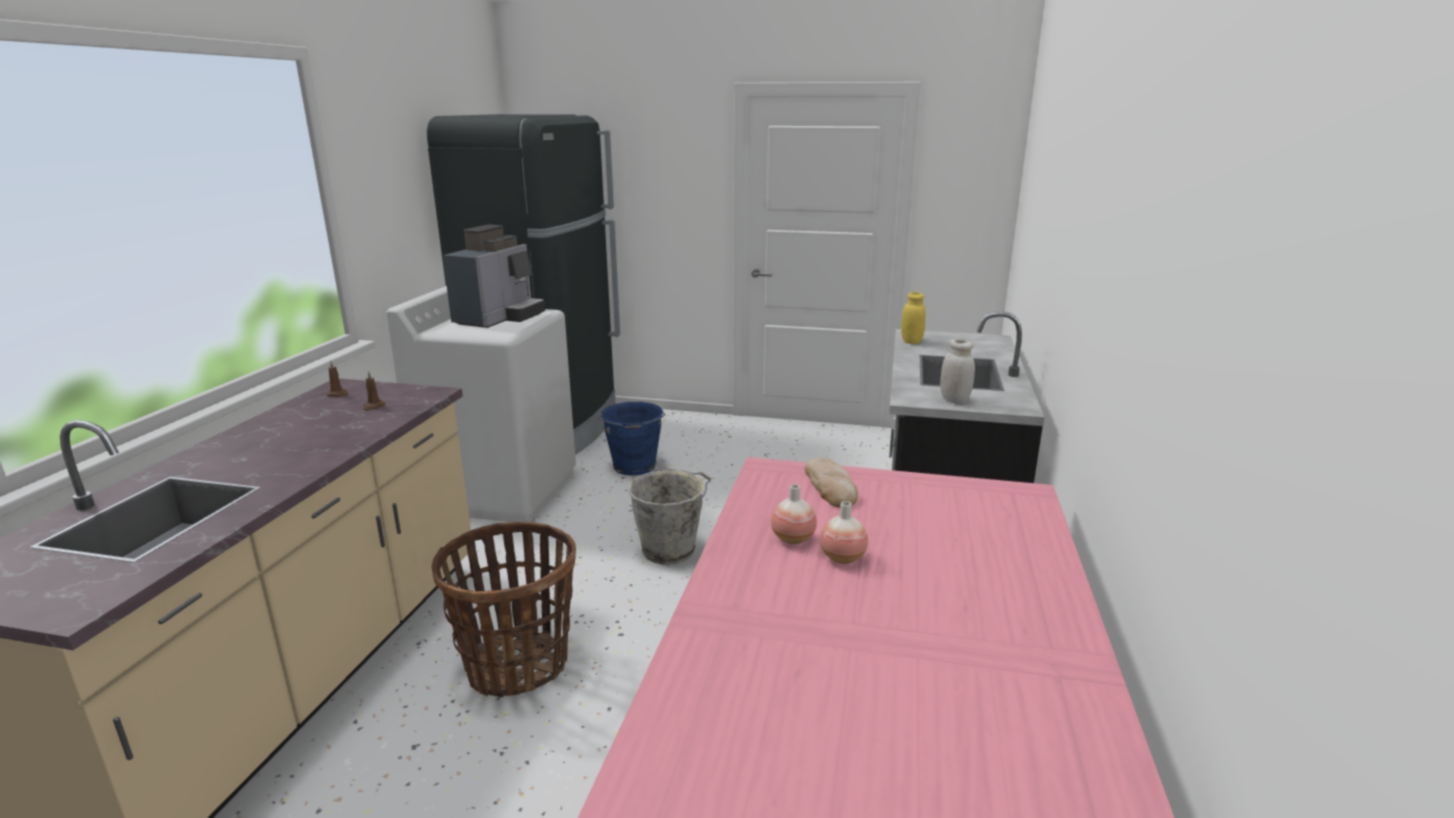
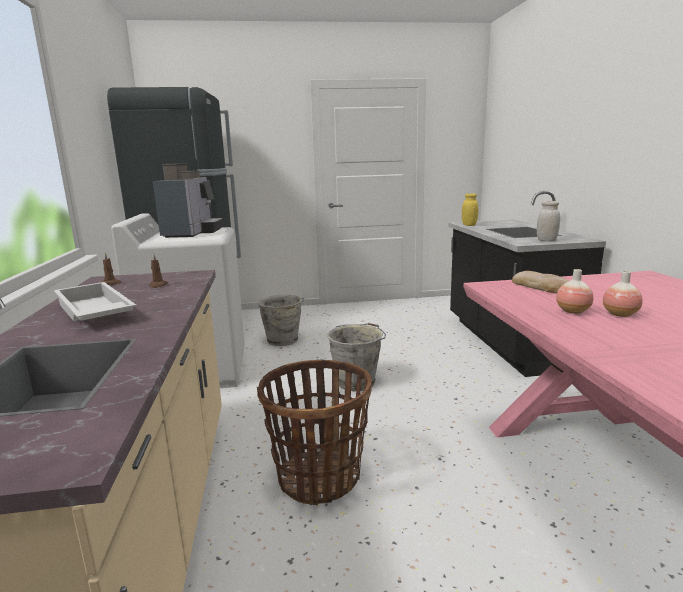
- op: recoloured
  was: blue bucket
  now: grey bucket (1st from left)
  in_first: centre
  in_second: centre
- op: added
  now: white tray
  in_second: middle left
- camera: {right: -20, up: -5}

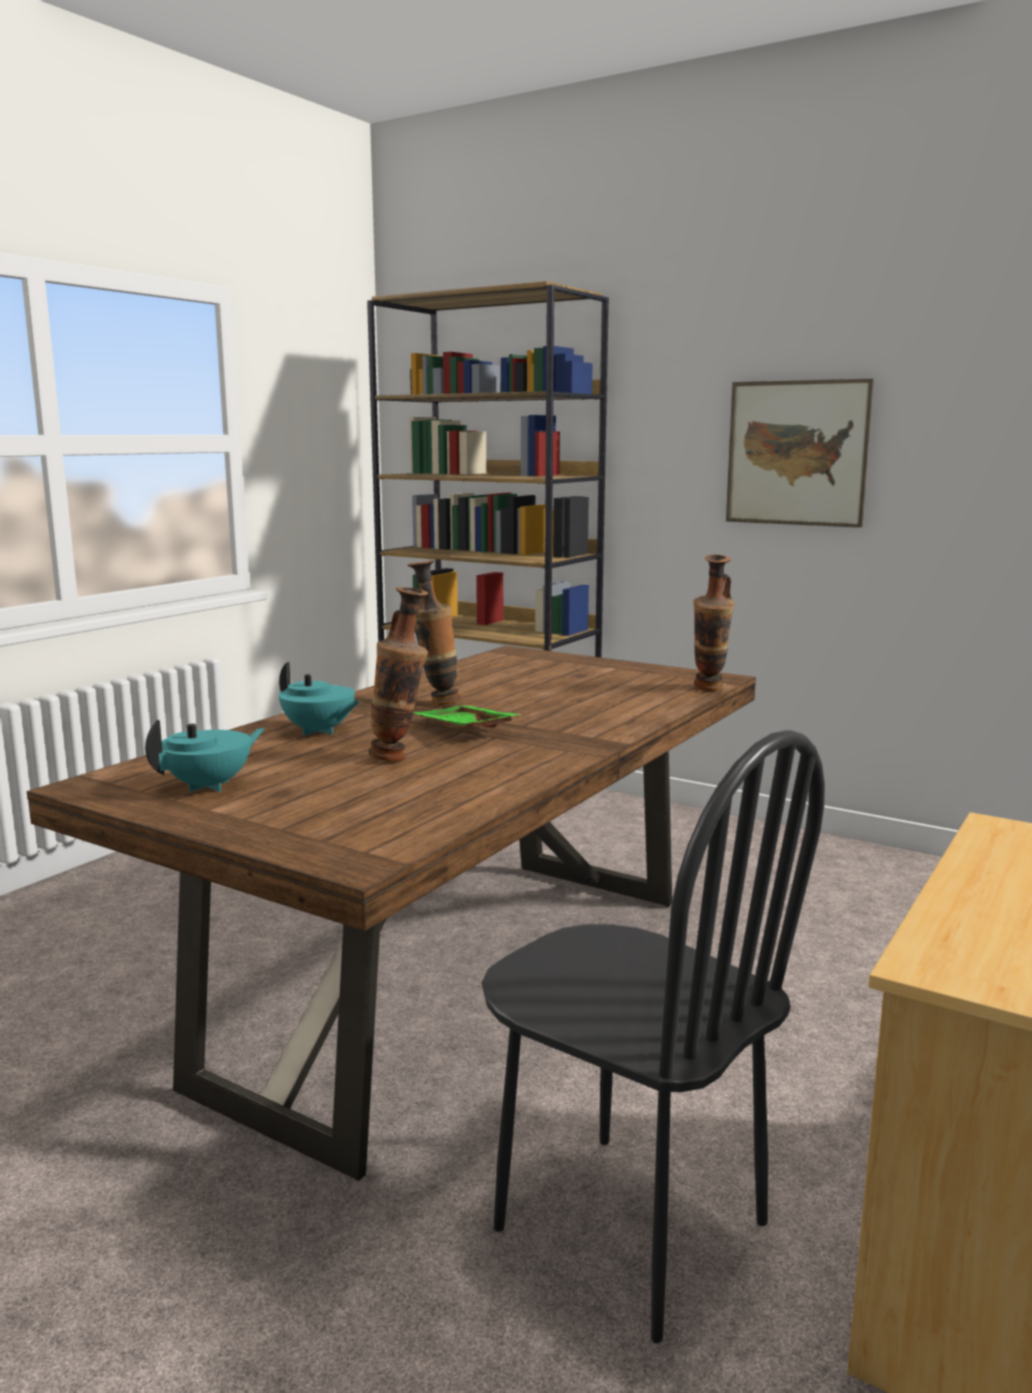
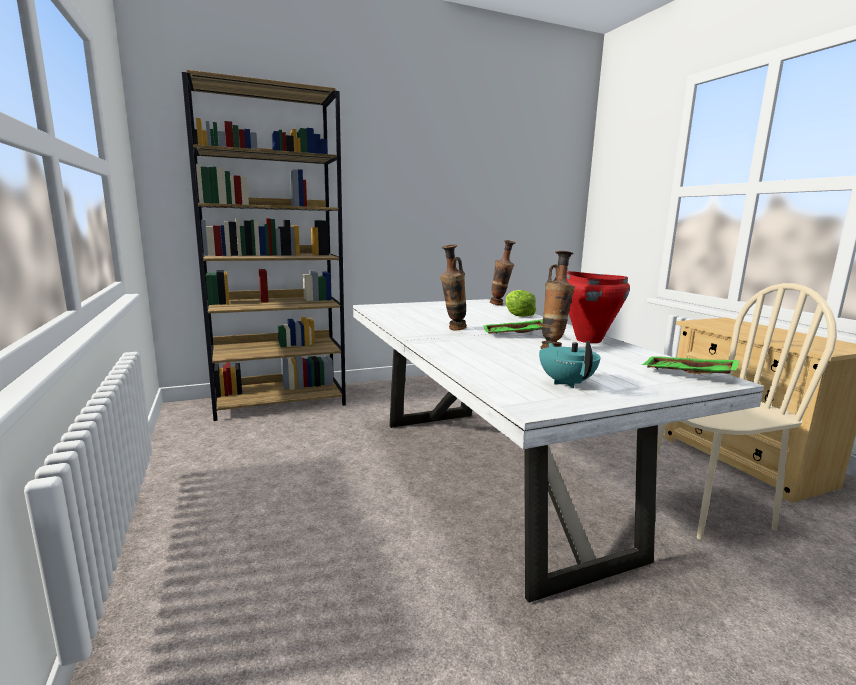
- op: recoloured
  was: brown dining table
  now: white dining table
  in_first: centre
  in_second: centre
- op: removed
  was: turquoise teapot (2nd from left)
  in_first: middle left
- op: recoloured
  was: black chair
  now: beige chair
  in_first: bottom centre
  in_second: middle right
- op: removed
  was: picture
  in_first: top right
- op: added
  now: lettuce
  in_second: centre
- op: added
  now: red cooking pot
  in_second: middle right
- op: added
  now: green tray (2nd from left)
  in_second: middle right
- camera: {right: -55, up: 0}

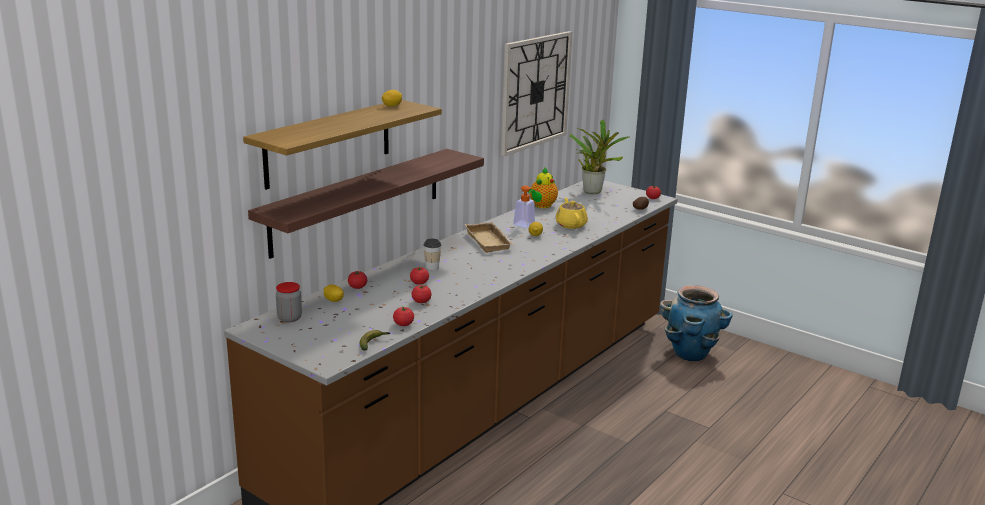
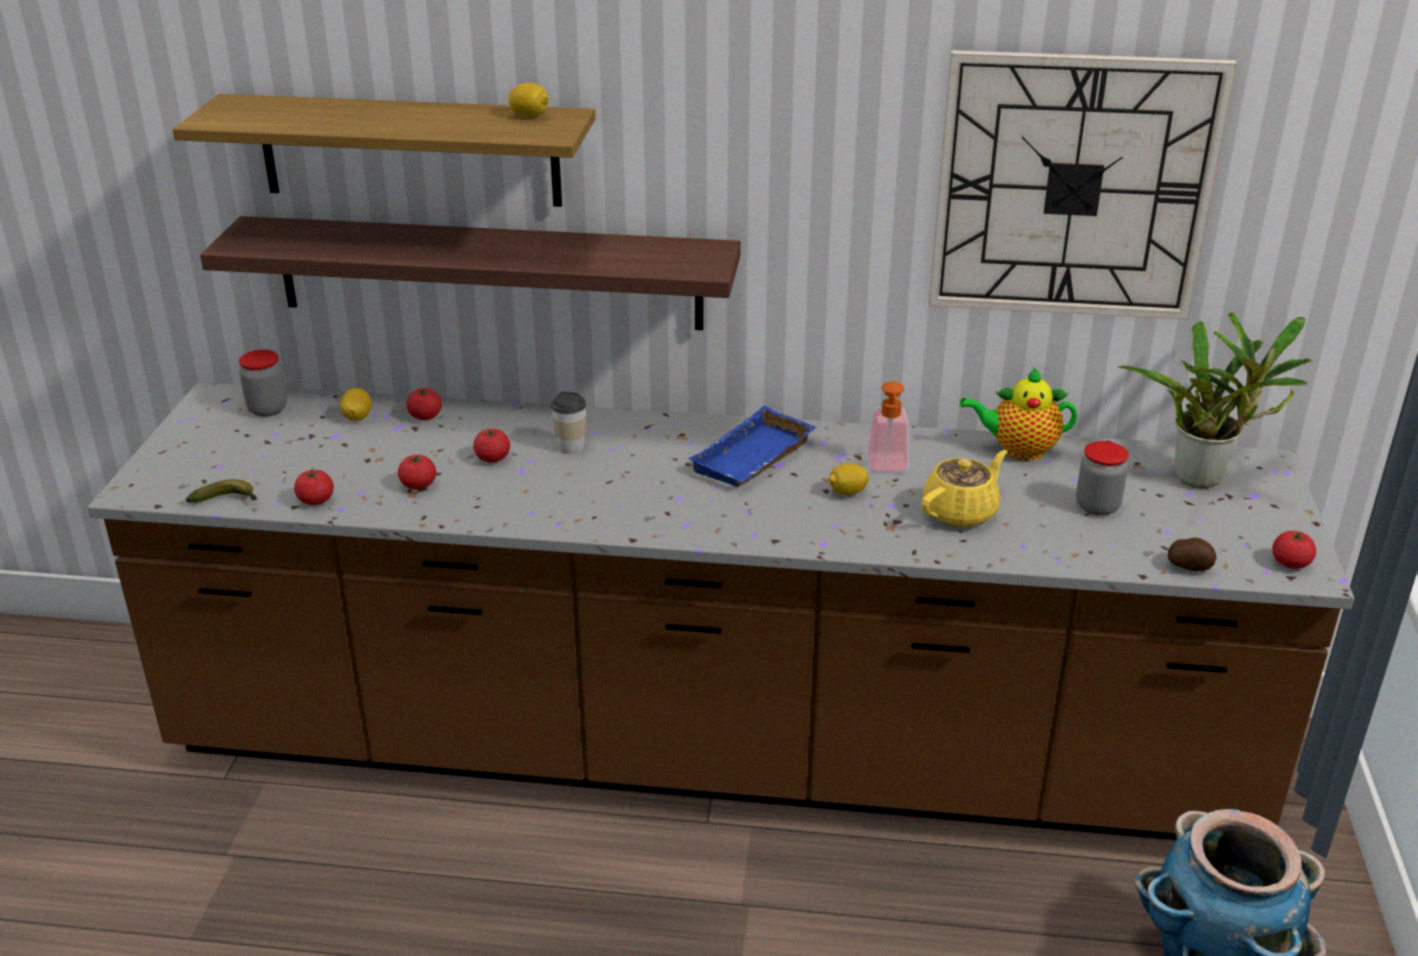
- op: recoloured
  was: beige tray
  now: blue tray
  in_first: centre
  in_second: centre
- op: added
  now: jar (2nd from left)
  in_second: middle right
- camera: {right: 60, up: 10}

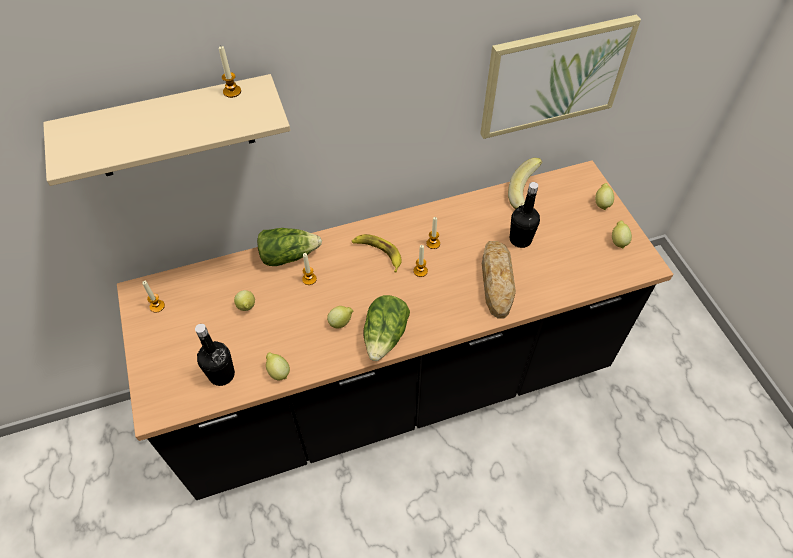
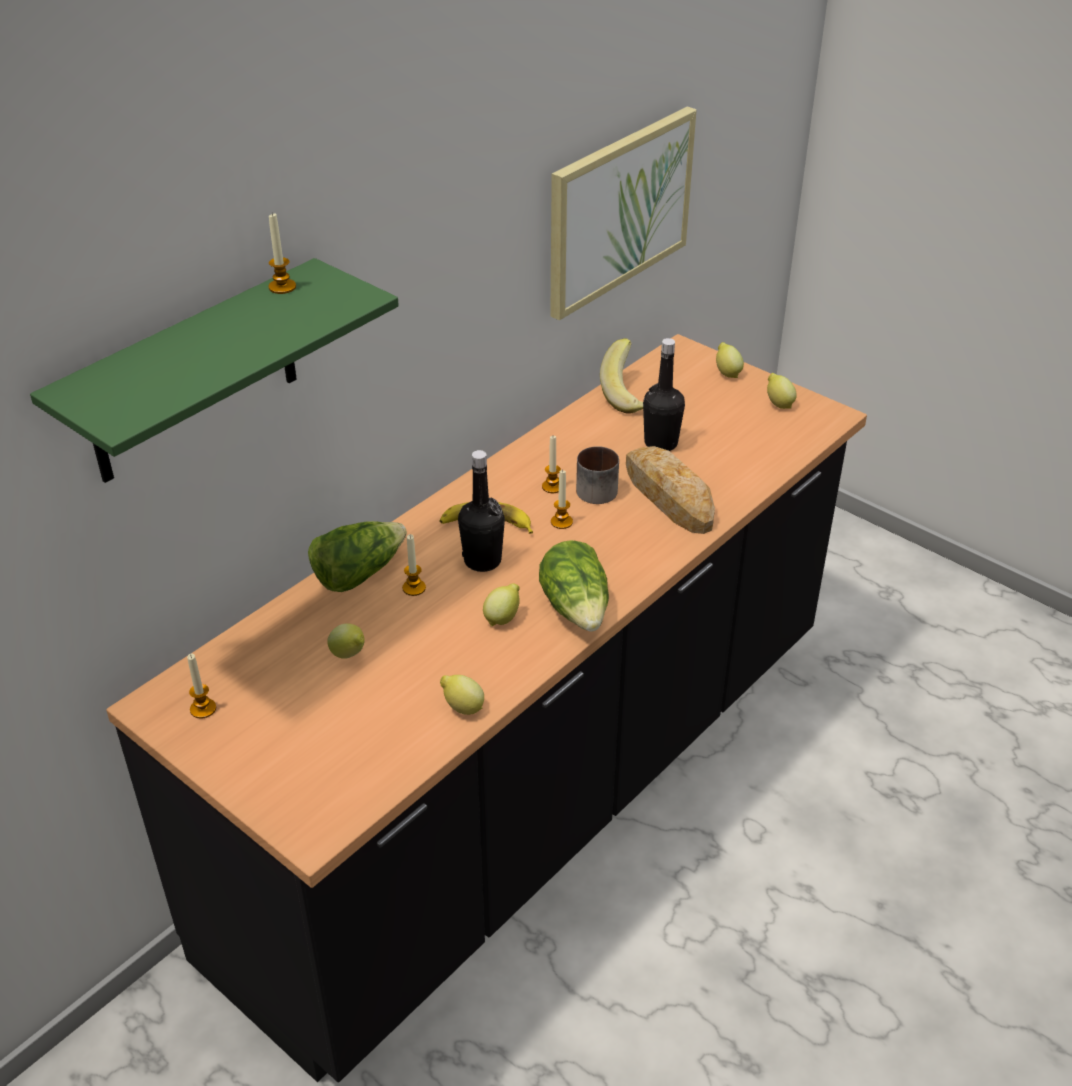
- op: recoloured
  was: beige shelf
  now: green shelf
  in_first: top left
  in_second: middle left
- op: moved
  was: black bottle (1st from left)
  in_first: middle left
  in_second: centre
- op: added
  now: mug
  in_second: centre
- camera: {right: -30, up: -15}

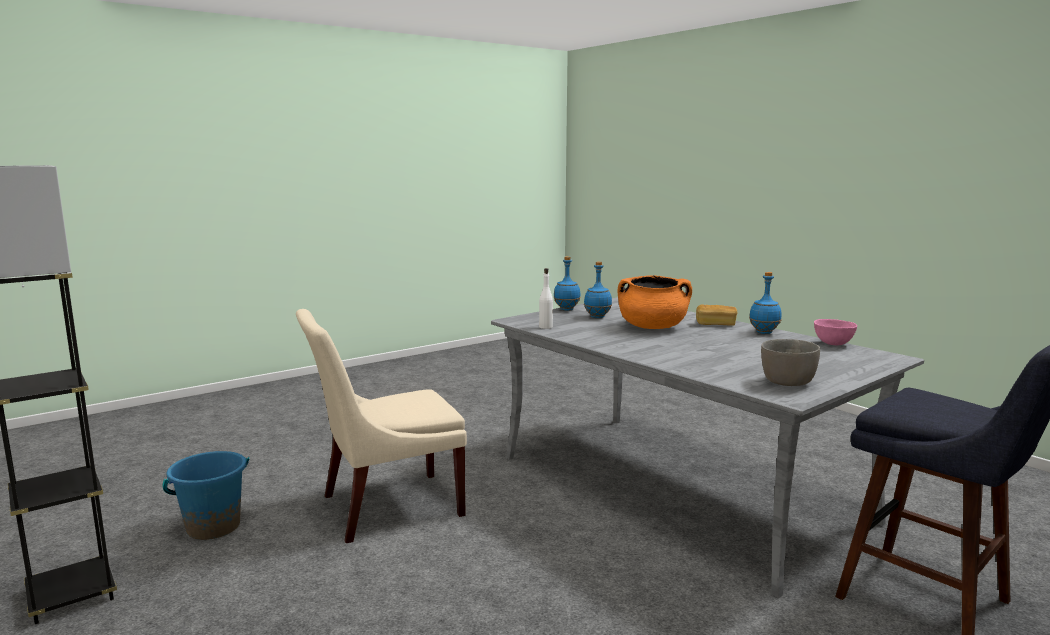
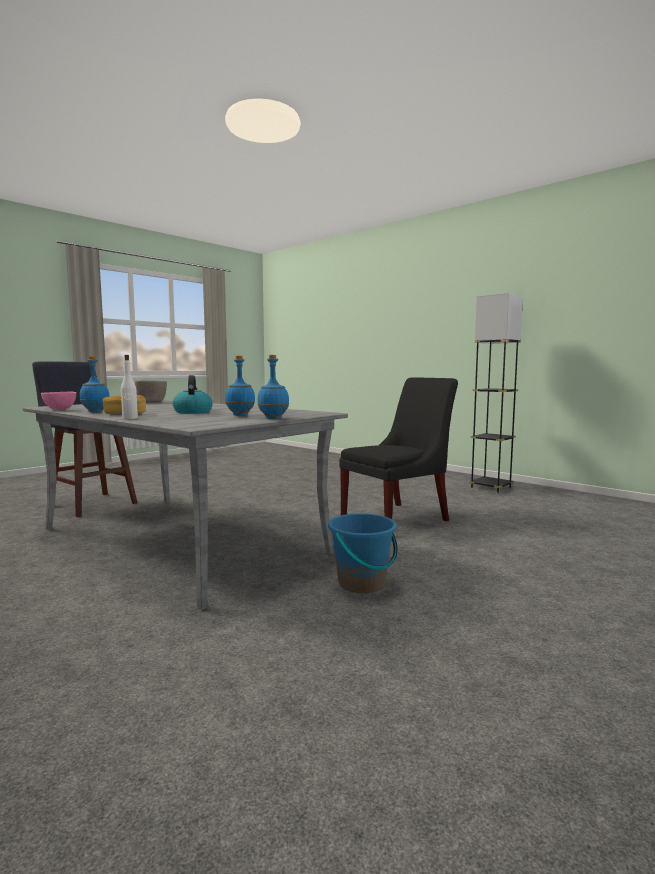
- op: moved
  was: blue bucket
  in_first: bottom left
  in_second: centre
- op: recoloured
  was: beige chair
  now: black chair
  in_first: bottom centre
  in_second: centre
- op: moved
  was: white bottle
  in_first: centre
  in_second: middle left
- op: replaced
  was: orange cooking pot
  now: kettle
  in_first: centre
  in_second: middle left
- camera: {right: 170, up: -5}

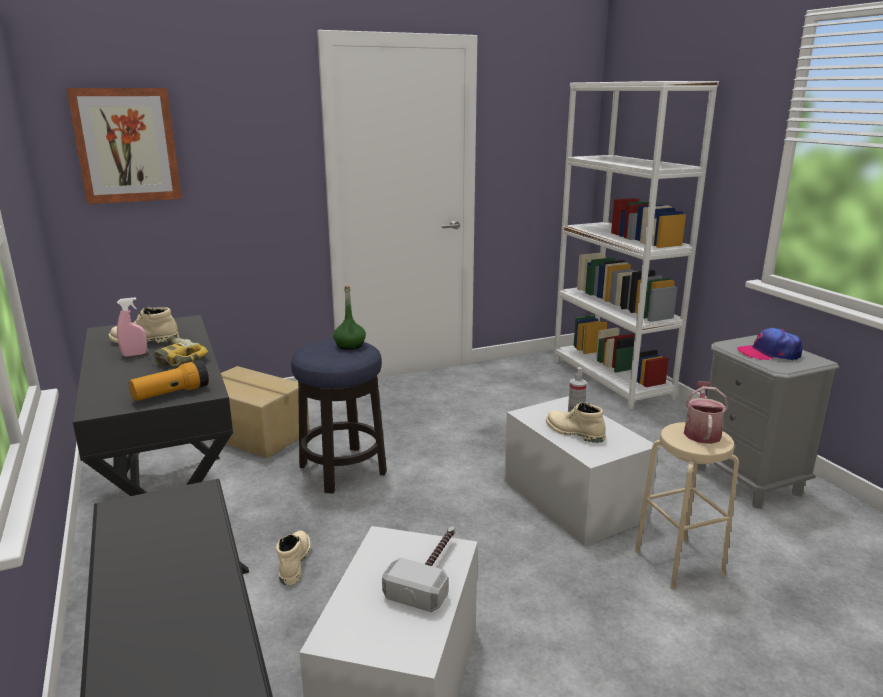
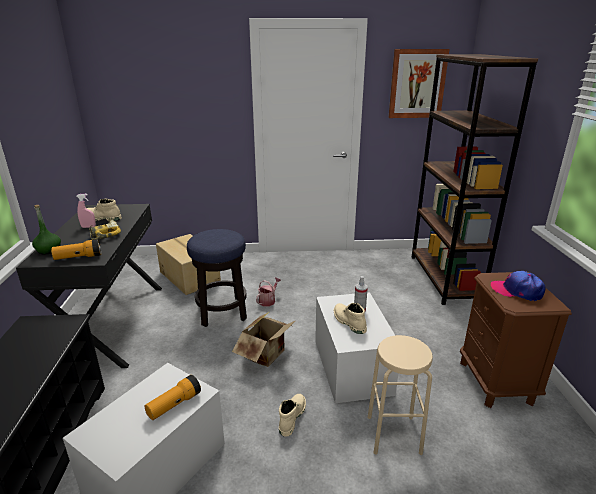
- op: moved
  was: picture
  in_first: top left
  in_second: top right
- op: moved
  was: beige boot (2nd from left)
  in_first: bottom left
  in_second: bottom centre
- op: moved
  was: green bottle
  in_first: centre
  in_second: middle left
- op: replaced
  was: hammer
  now: flashlight (2nd from left)
  in_first: bottom centre
  in_second: bottom left
- op: recoloured
  was: white bookcase
  now: brown bookcase
  in_first: middle right
  in_second: middle right
- op: moved
  was: watering can
  in_first: middle right
  in_second: centre
- op: recoloured
  was: grey nightstand
  now: brown nightstand
  in_first: middle right
  in_second: bottom right
- op: added
  now: cardboard box (2nd from left)
  in_second: bottom centre
- camera: {right: 20, up: 5}

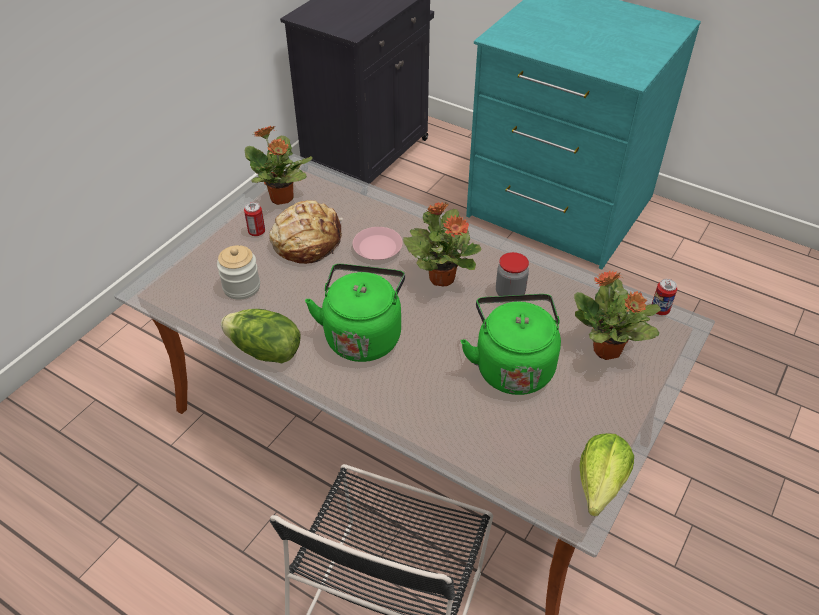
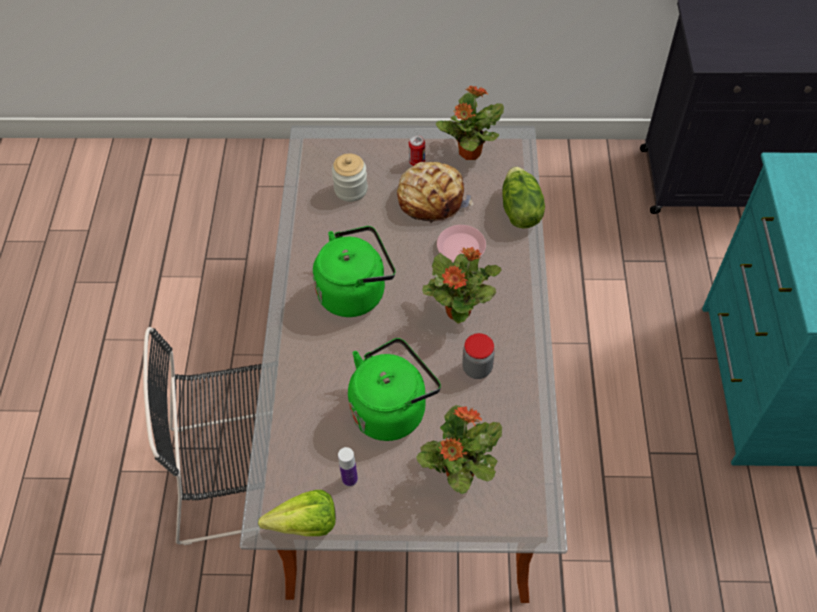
- op: moved
  was: lettuce (1st from left in the first image)
  now: lettuce (2nd from left)
  in_first: middle left
  in_second: top centre
- op: removed
  was: can (2nd from left)
  in_first: middle right
- op: added
  now: bottle
  in_second: bottom centre
- camera: {right: 60, up: 10}

